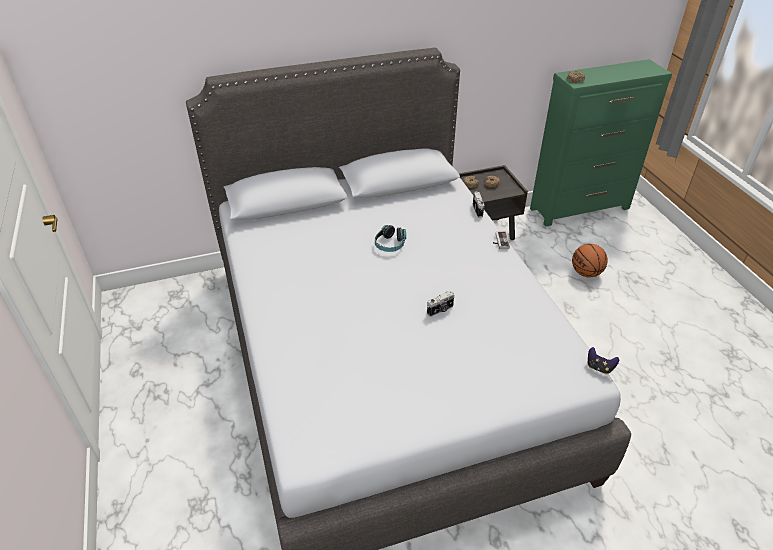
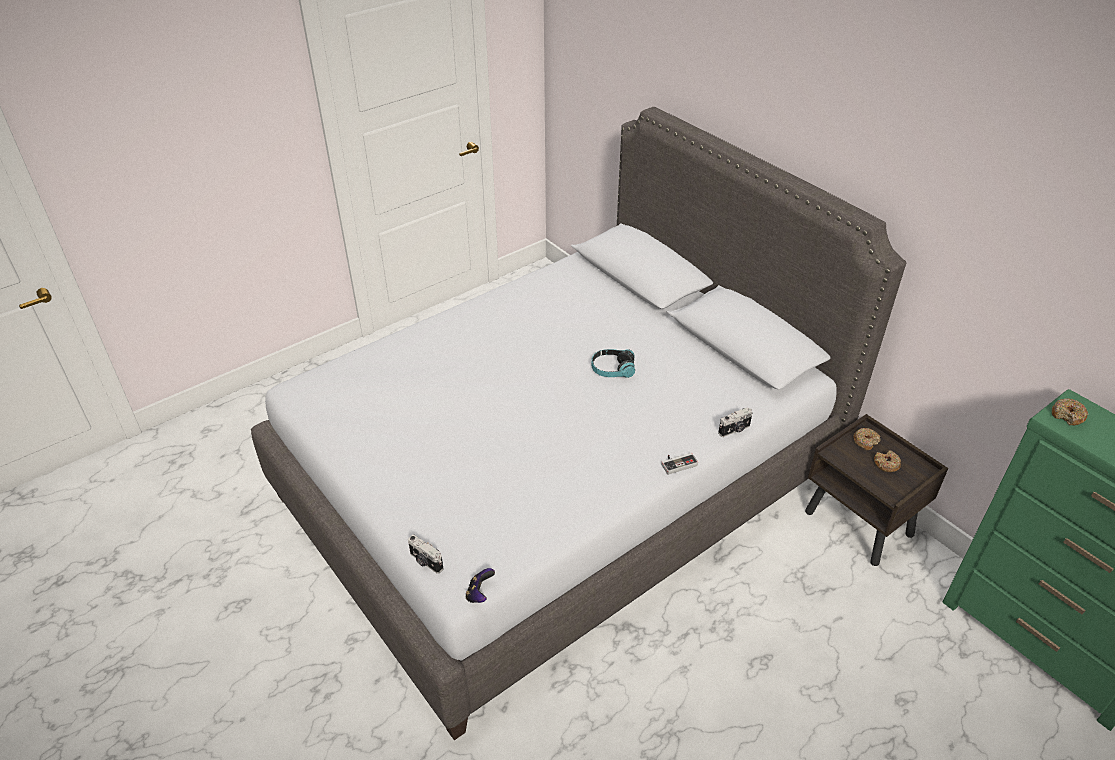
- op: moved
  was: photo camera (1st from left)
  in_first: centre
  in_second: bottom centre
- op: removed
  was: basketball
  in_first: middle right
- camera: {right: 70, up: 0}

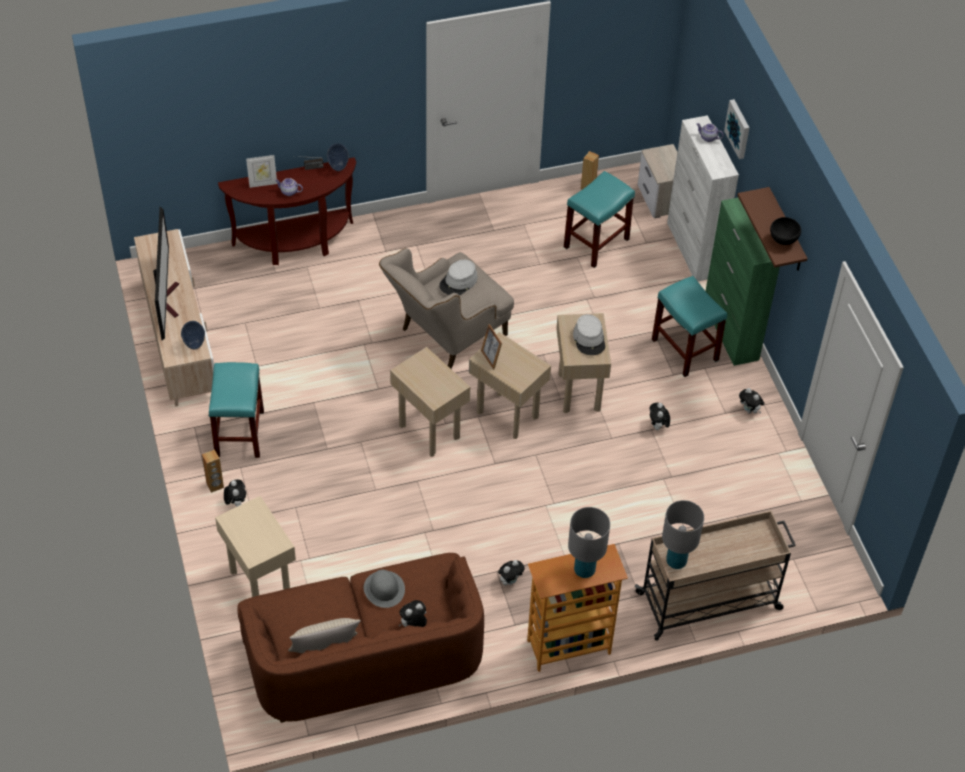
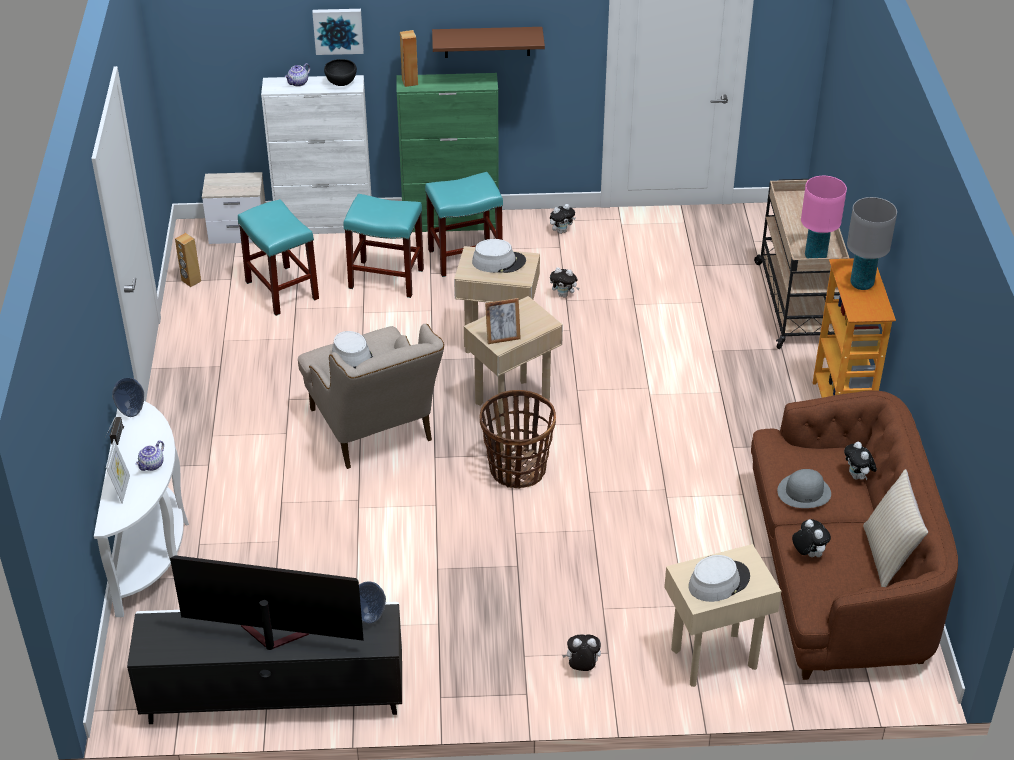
- op: recoloured
  was: beige tv stand
  now: black tv stand
  in_first: middle left
  in_second: bottom left
- op: moved
  was: brown speaker (1st from left in the first image)
  now: brown speaker (2nd from left)
  in_first: middle left
  in_second: top centre
- op: moved
  was: turquoise stool (1st from left in the first image)
  now: turquoise stool (2nd from left)
  in_first: middle left
  in_second: top centre
- op: recoloured
  was: brown console table
  now: white console table
  in_first: top left
  in_second: bottom left
- op: replaced
  was: beige side table (2nd from left)
  now: basket
  in_first: centre
  in_second: centre
- op: moved
  was: plush toy (3rd from left in the first image)
  now: plush toy (4th from left)
  in_first: bottom centre
  in_second: bottom right
- op: recoloured
  was: grey table lamp (2nd from left)
  now: pink table lamp
  in_first: bottom right
  in_second: top right
- op: moved
  was: black bowl
  in_first: top right
  in_second: top centre
- op: added
  now: grey hat (3rd from left)
  in_second: bottom right
- camera: {right: -75, up: -10}

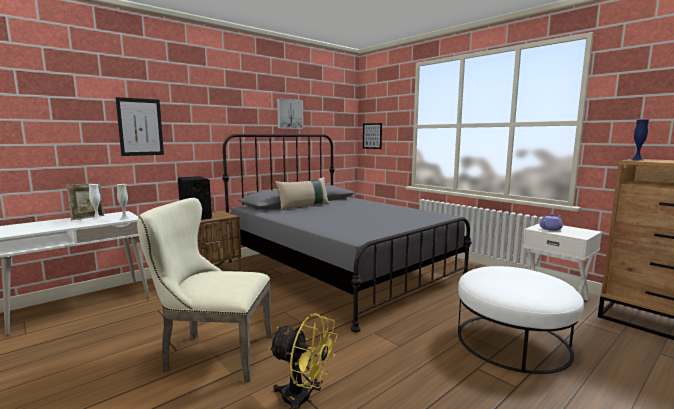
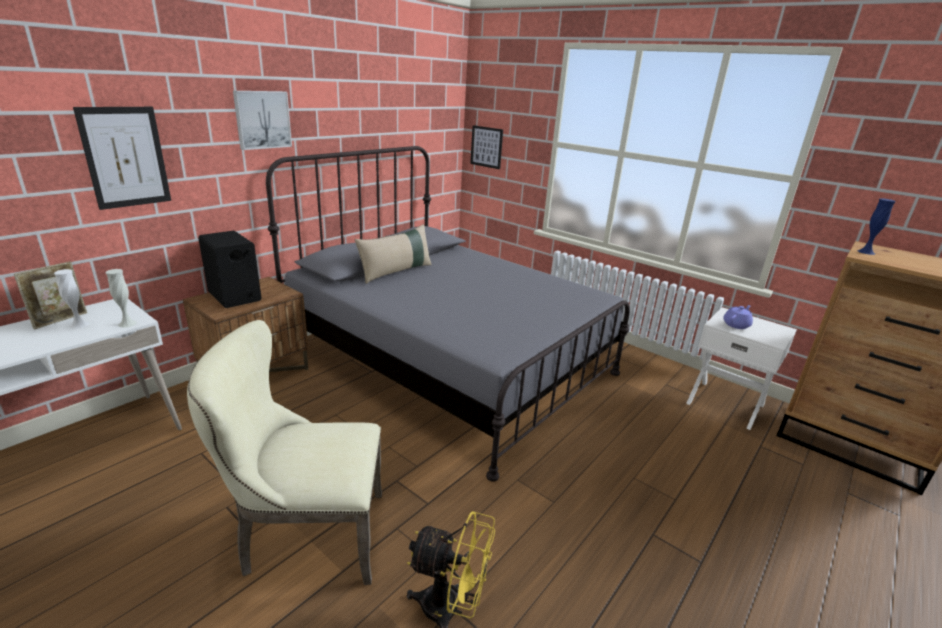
- op: moved
  was: picture (2nd from left)
  in_first: top centre
  in_second: top left
- op: removed
  was: white ottoman
  in_first: bottom right
- camera: {right: -10, up: 15}

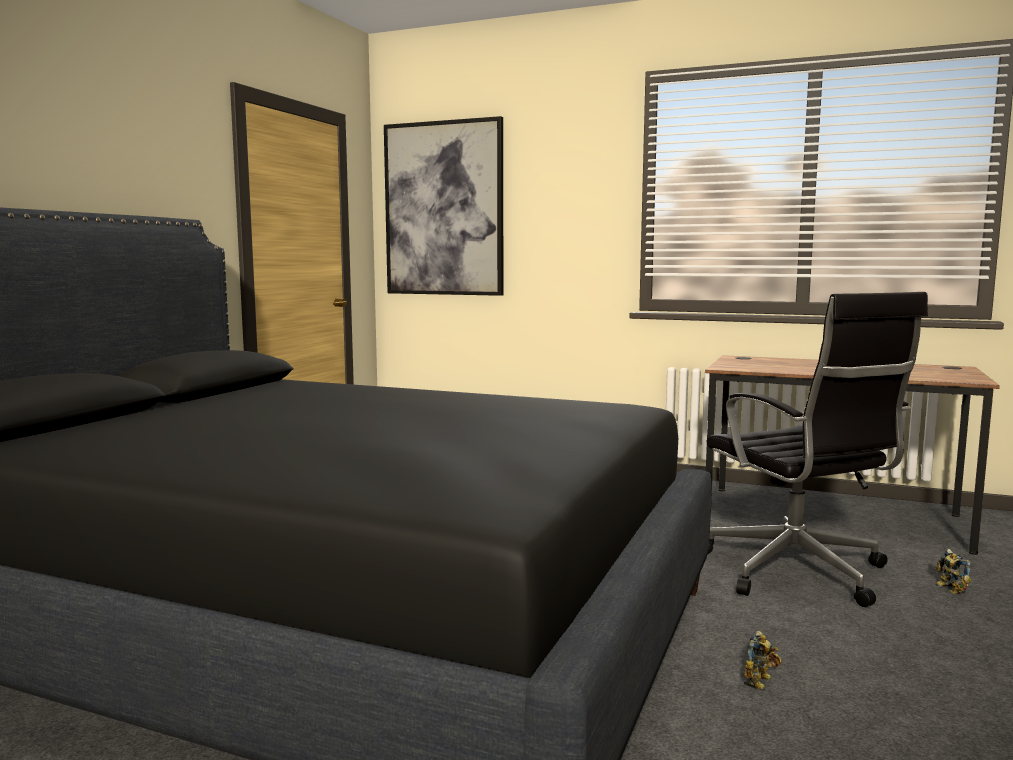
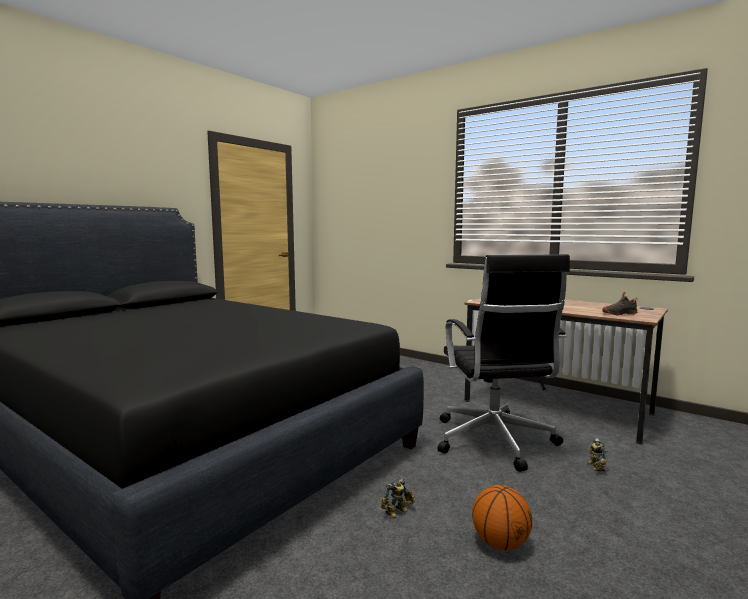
- op: removed
  was: picture
  in_first: top centre
- op: added
  now: basketball
  in_second: bottom right
- op: added
  now: black shoe
  in_second: middle right
- camera: {right: 15, up: 0}

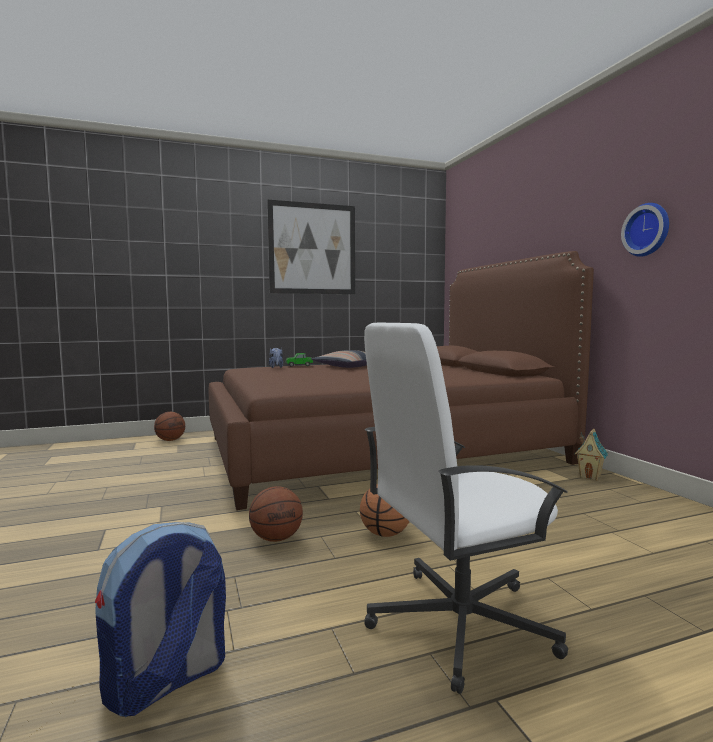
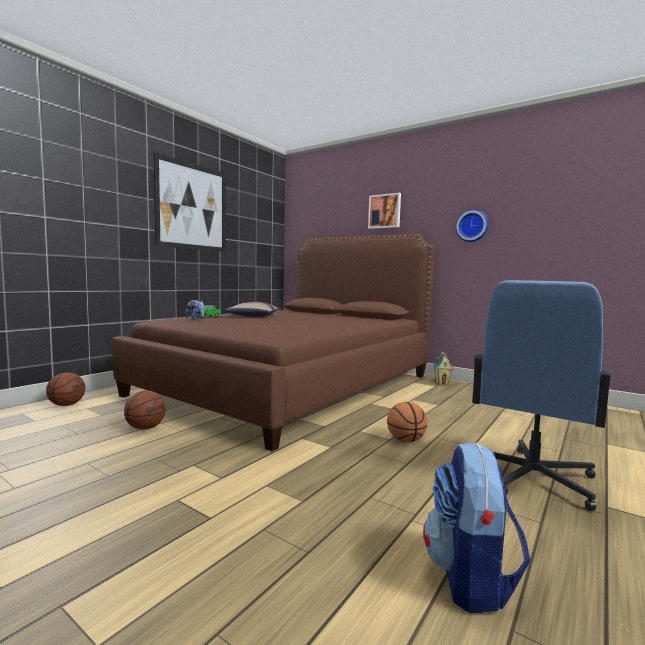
- op: moved
  was: basketball (2nd from left)
  in_first: bottom centre
  in_second: middle left
- op: recoloured
  was: white office chair
  now: blue office chair
  in_first: bottom centre
  in_second: middle right
- op: added
  now: picture (2nd from left)
  in_second: top centre
- camera: {right: -35, up: 0}

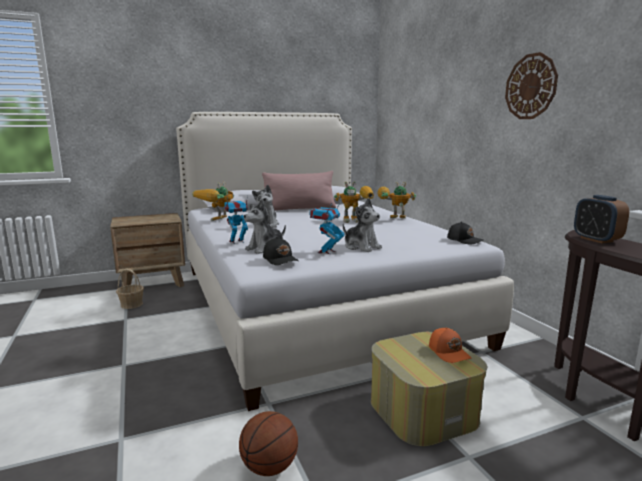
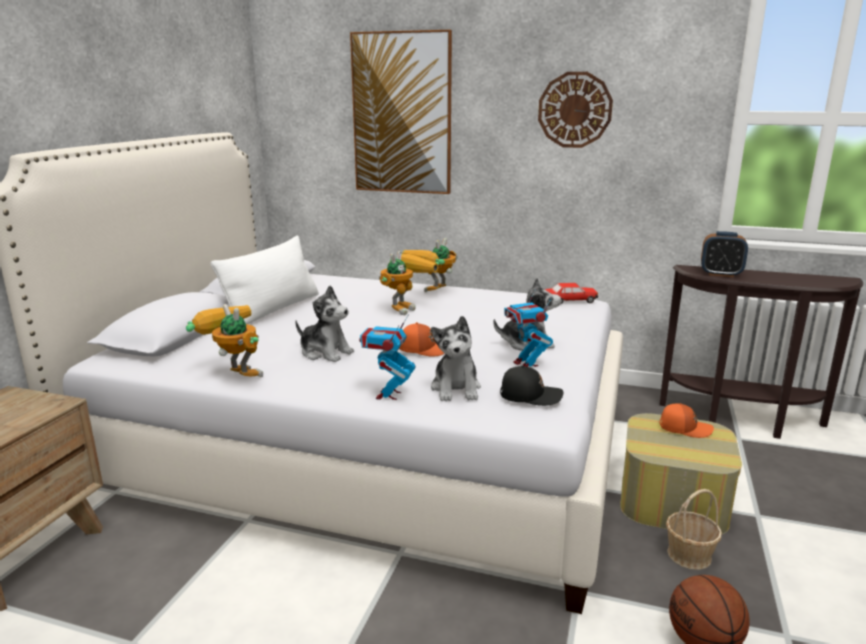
- op: moved
  was: basket
  in_first: middle left
  in_second: bottom right
- op: turned
  was: toy robot (1st from left)
  in_first: middle left
  in_second: middle left
  clockwise: 150
- op: recoloured
  was: pink pillow
  now: white pillow
  in_first: centre
  in_second: middle left
- op: replaced
  was: black cap (2nd from left)
  now: toy car
  in_first: middle right
  in_second: centre
- op: added
  now: picture
  in_second: top centre
- op: added
  now: orange cap (1st from left)
  in_second: centre
- camera: {right: -50, up: 5}

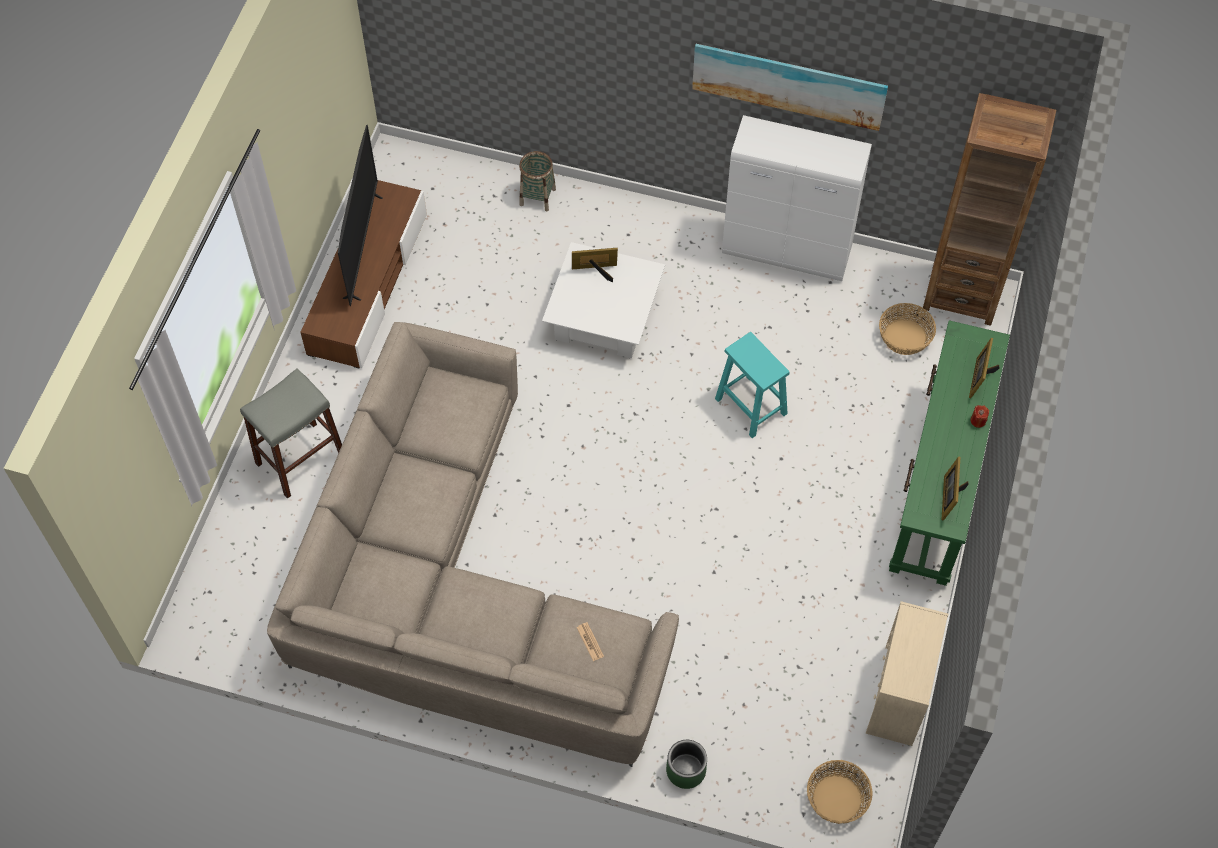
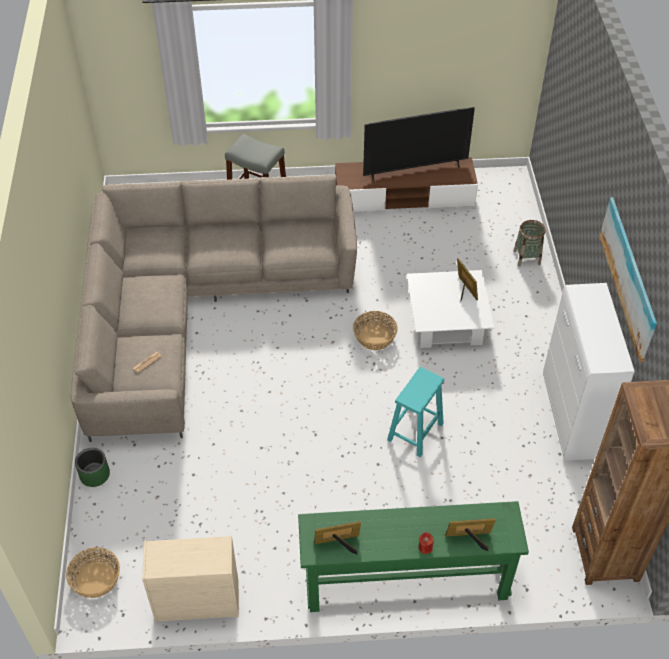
- op: moved
  was: basket (3rd from left in the first image)
  now: basket (2nd from left)
  in_first: middle right
  in_second: centre
- camera: {right: 70, up: -10}

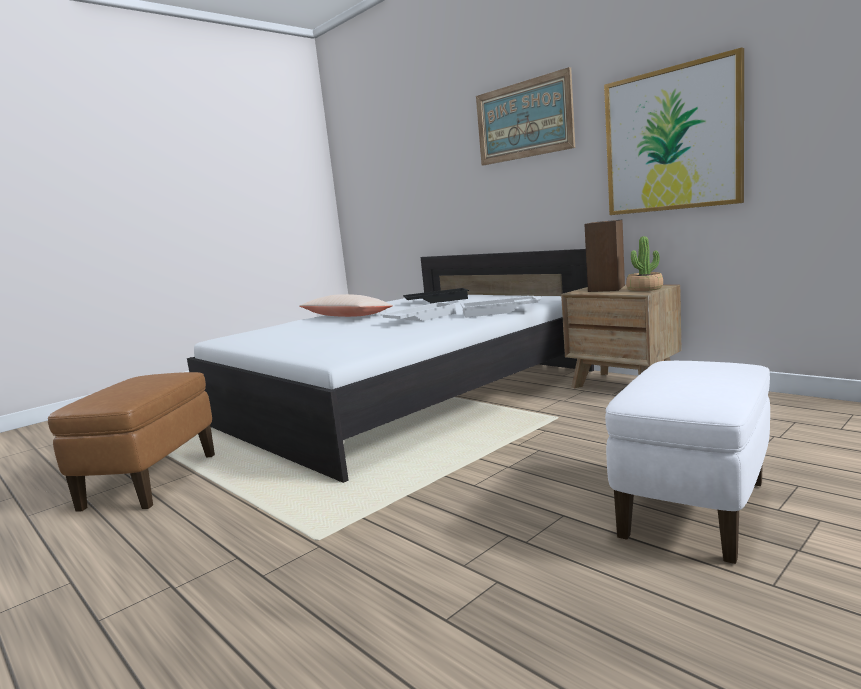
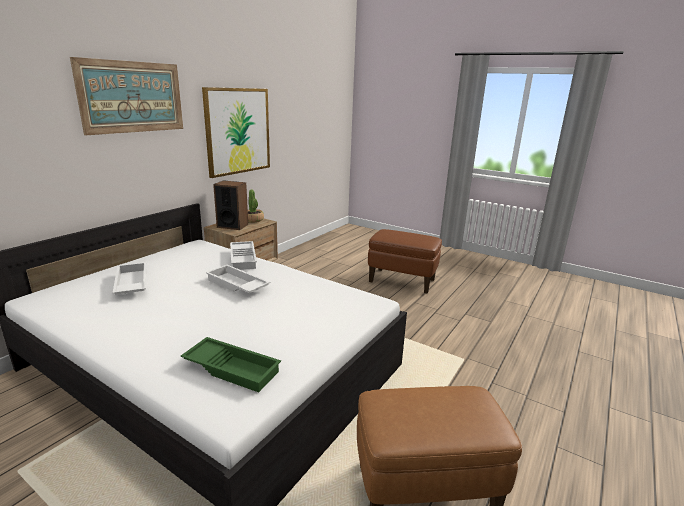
- op: removed
  was: beige pillow
  in_first: centre
- op: recoloured
  was: black tray
  now: white tray (1st from left)
  in_first: centre
  in_second: middle left
- op: recoloured
  was: white ottoman
  now: brown ottoman (1st from left)
  in_first: bottom right
  in_second: centre
- op: added
  now: green tray
  in_second: bottom centre
- camera: {right: -105, up: 10}

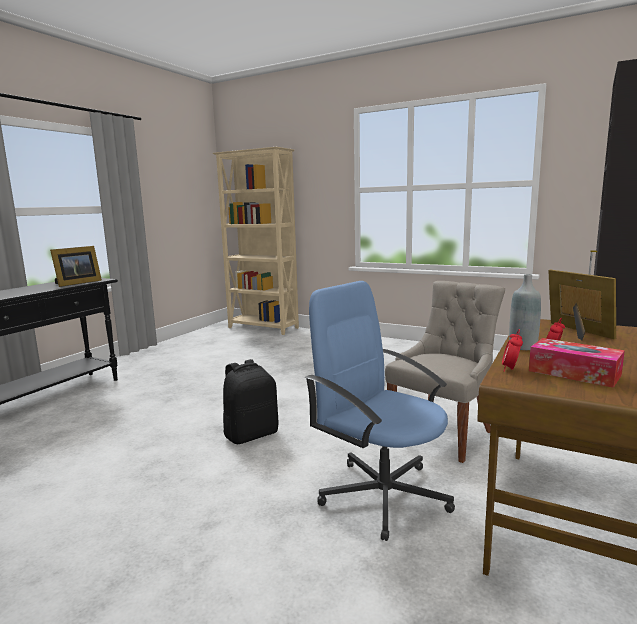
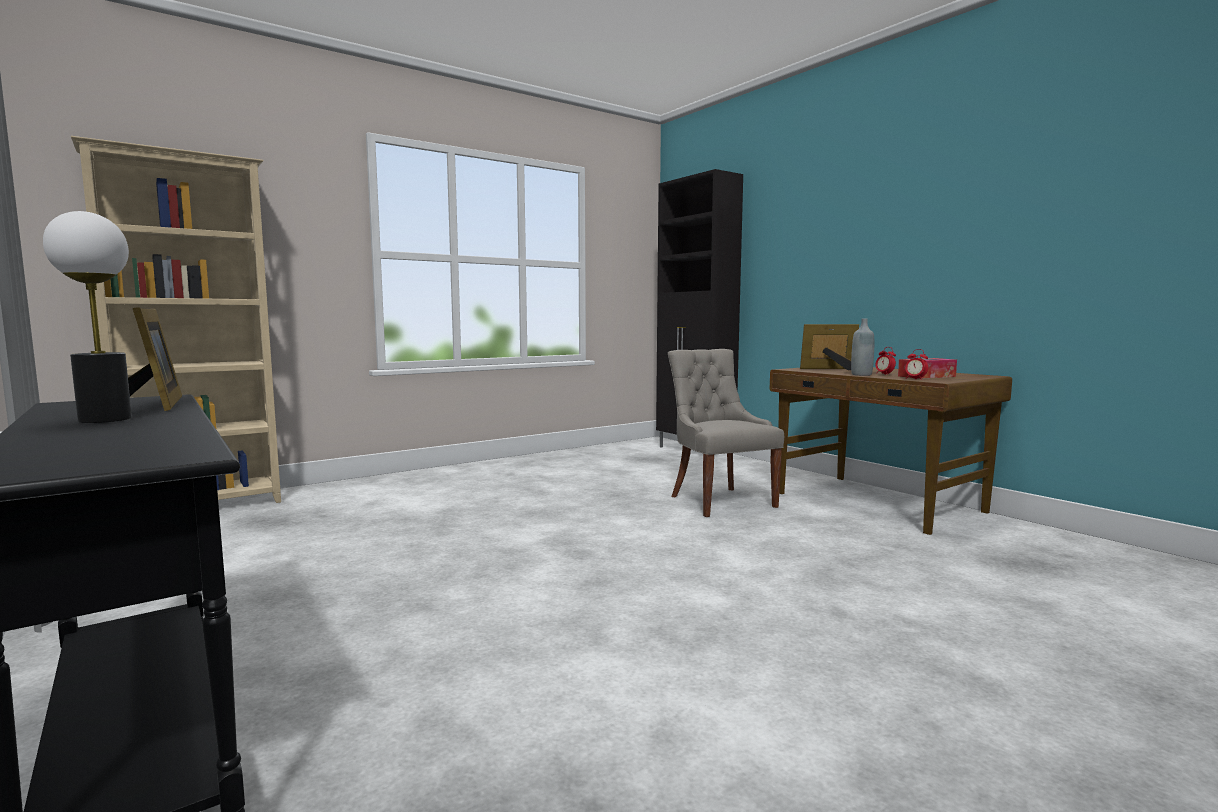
- op: removed
  was: black backpack
  in_first: centre
- op: removed
  was: blue office chair
  in_first: centre
- op: added
  now: table lamp
  in_second: middle left
- camera: {right: -65, up: -5}

